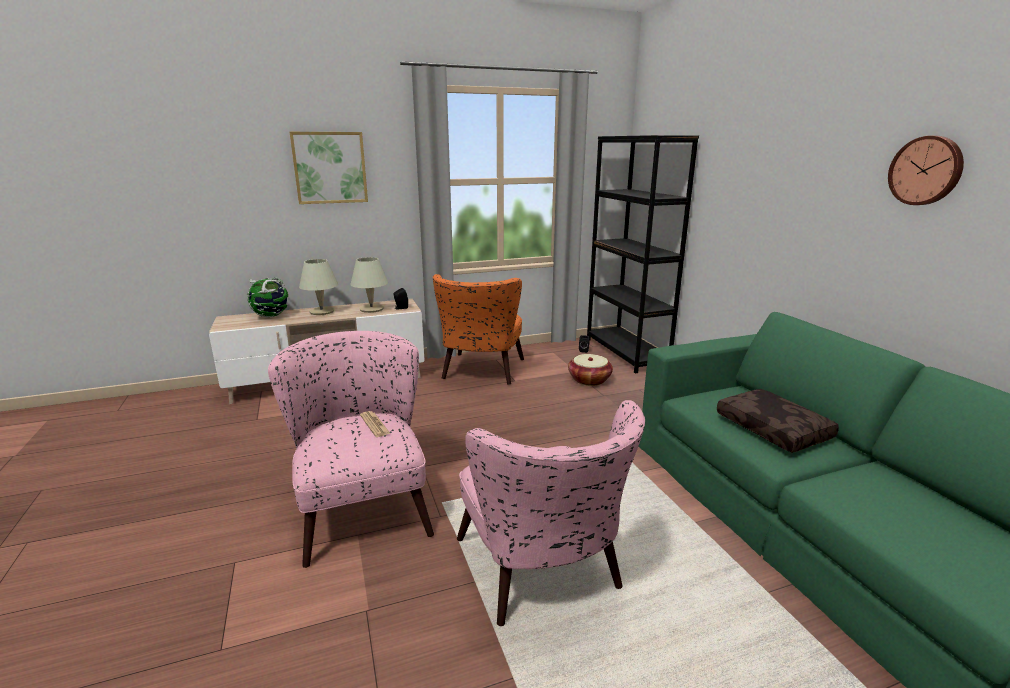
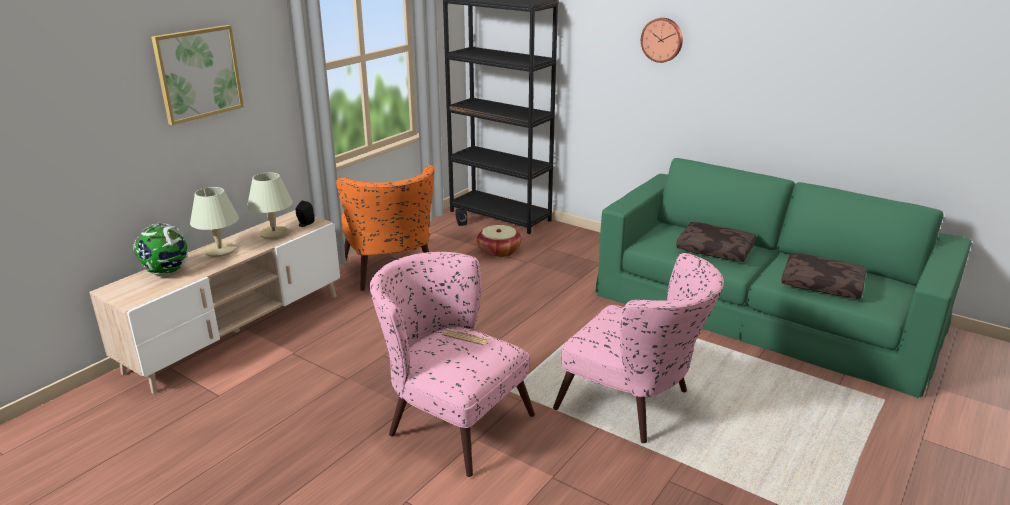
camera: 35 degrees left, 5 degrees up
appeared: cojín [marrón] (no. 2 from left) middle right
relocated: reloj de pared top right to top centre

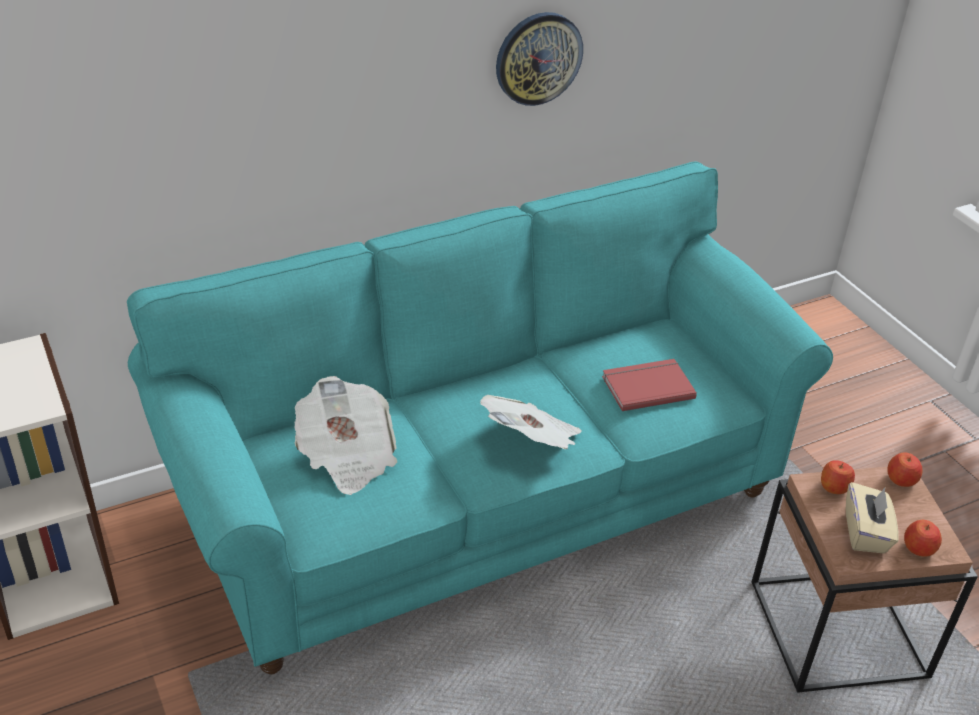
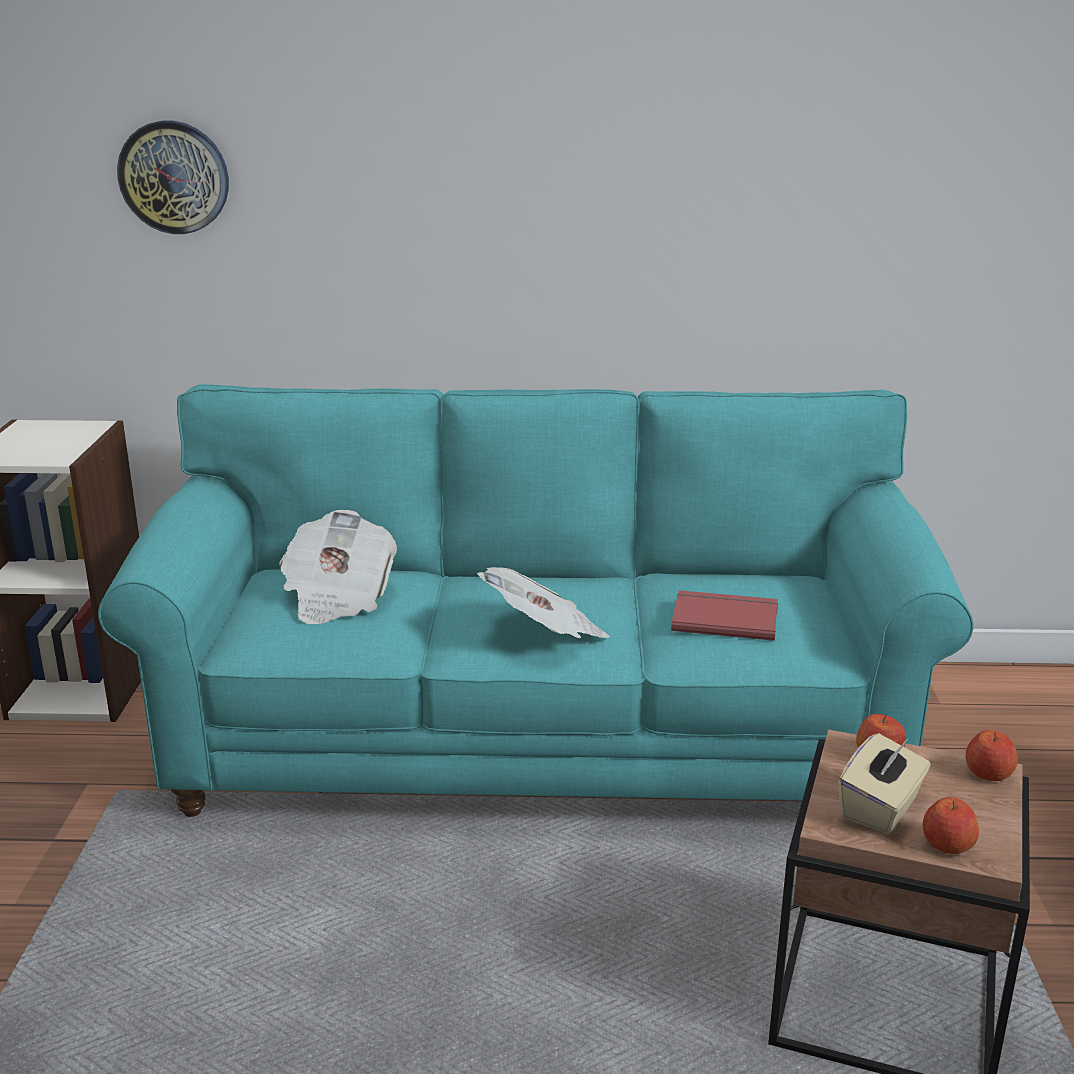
camera: 30 degrees right, 15 degrees down
relocated: reloj de pared top centre to top left

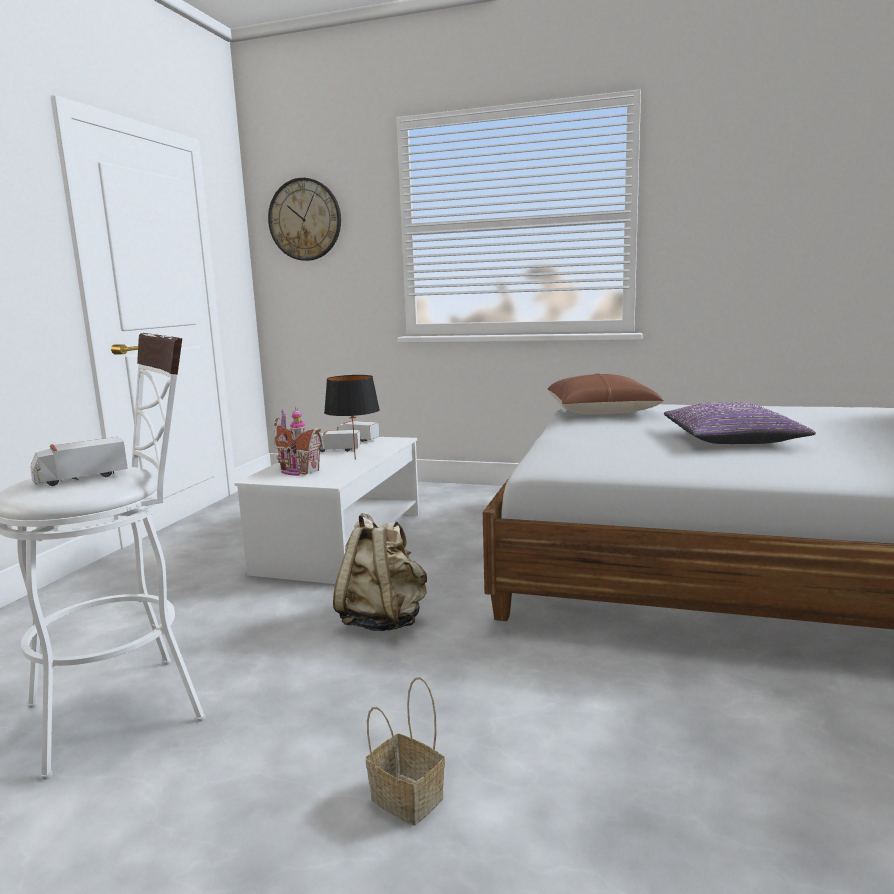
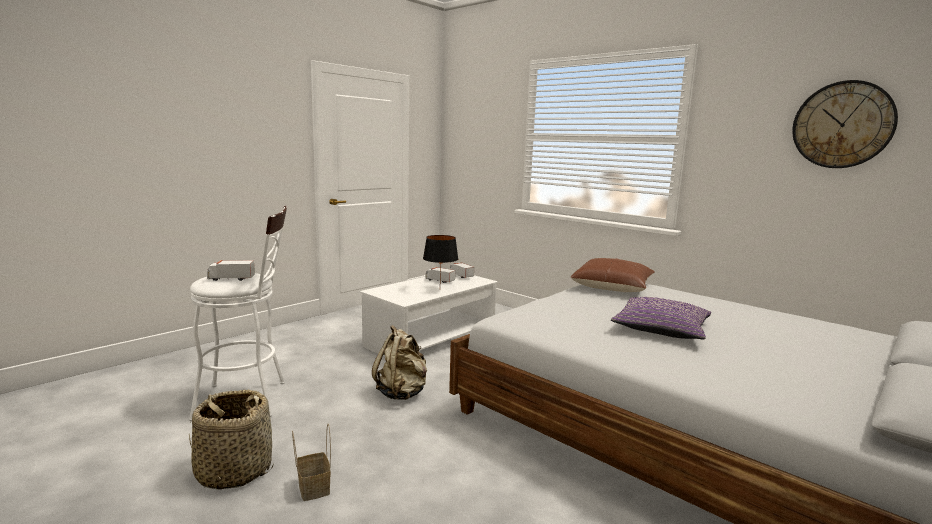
camera: 25 degrees right, 0 degrees up
missing: casita centre
appeared: cesta (no. 1 from left) bottom left
relocated: reloj de pared top centre to top right

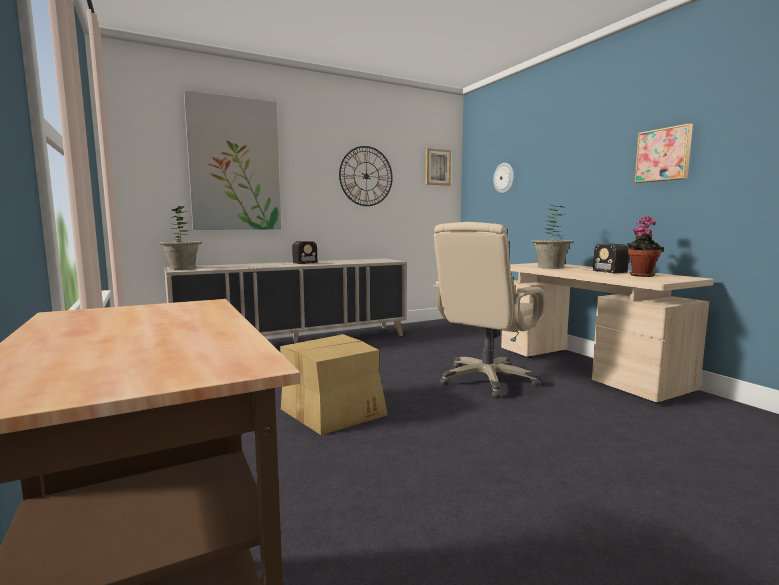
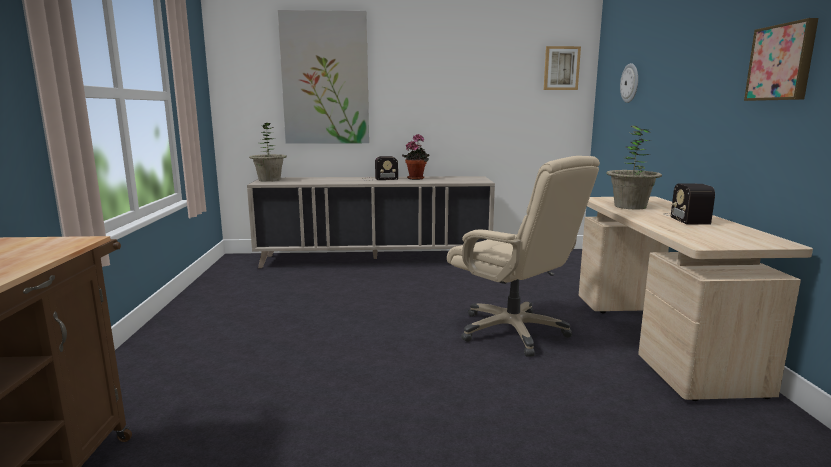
camera: 25 degrees right, 5 degrees up
missing: caja de cartón centre; reloj de pared (no. 1 from left) top centre
relocated: planta en maceta (no. 3 from left in the first image) middle right to planta en maceta (no. 2 from left) centre
spun: silla de oficina [beis] centre = centre 105 degrees counterclockwise

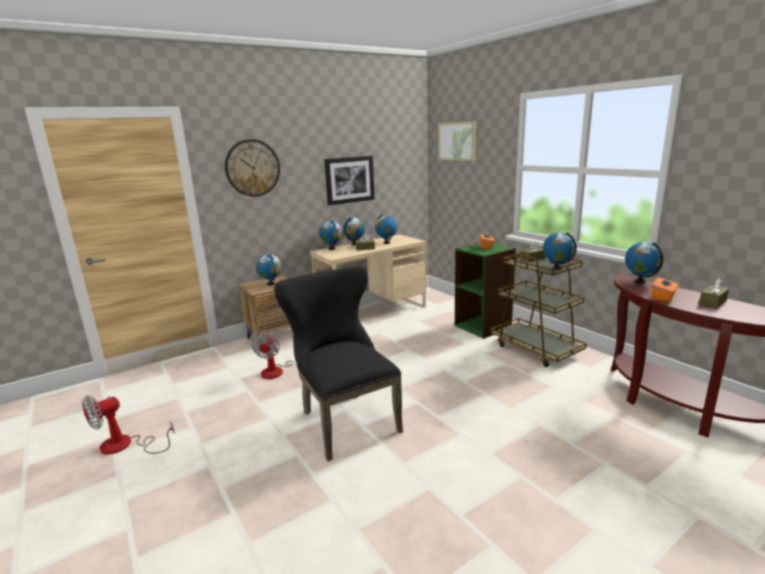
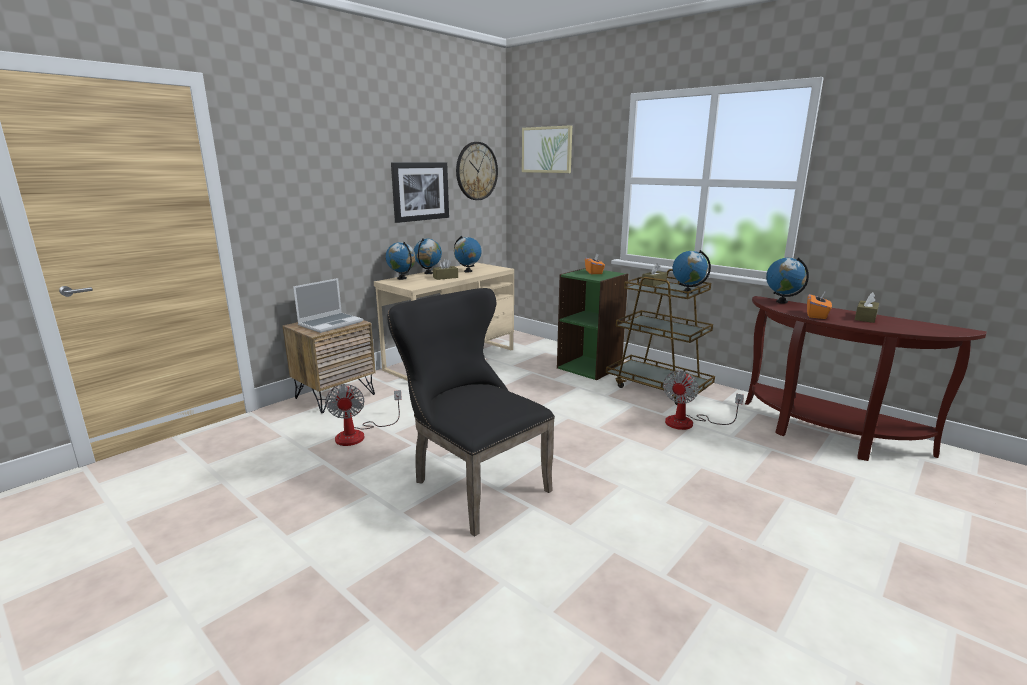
camera: 15 degrees left, 0 degrees up
relocated: reloj de pared top left to top centre; ventilador (no. 1 from left in the first image) bottom left to ventilador (no. 2 from left) middle right
exchanged: globo terráqueo (no. 1 from left) centre to portátil middle left

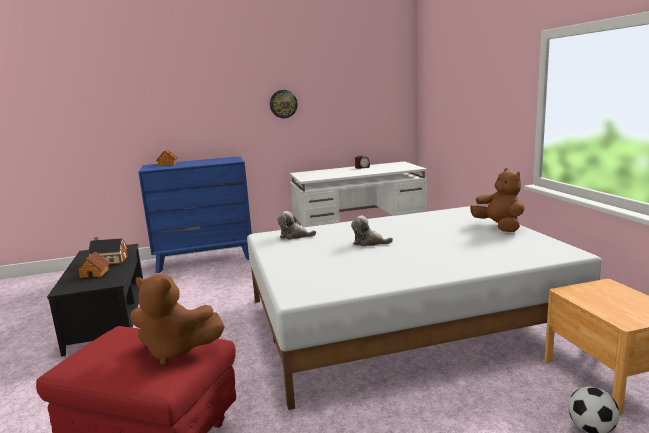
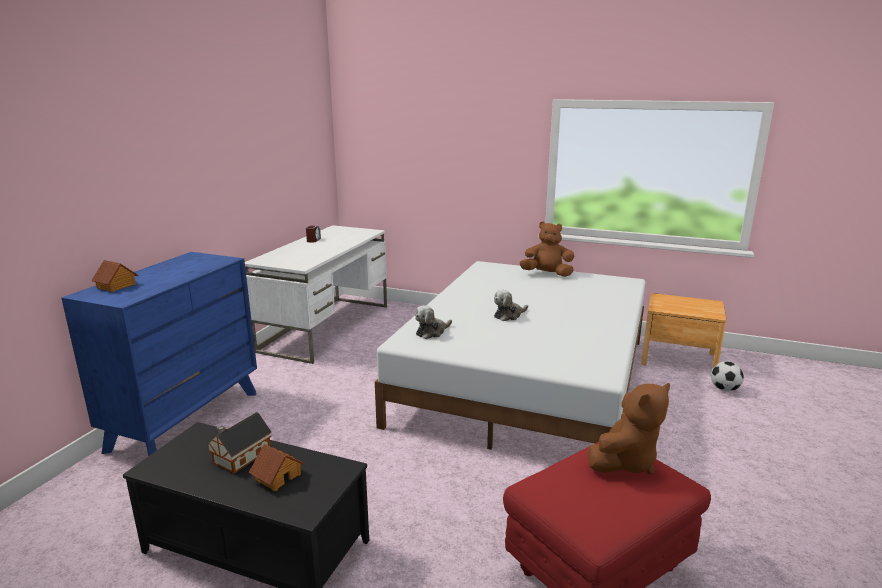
camera: 55 degrees left, 5 degrees up
missing: reloj de pared top centre

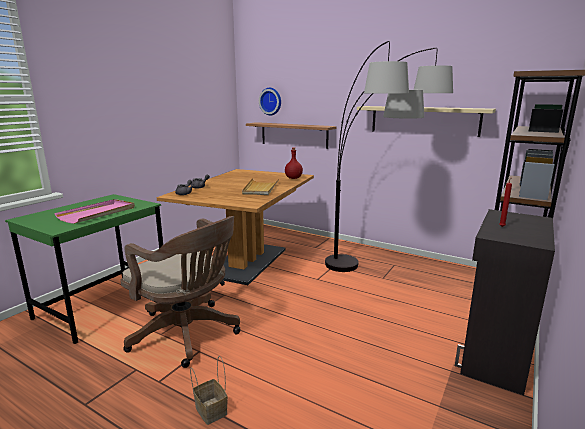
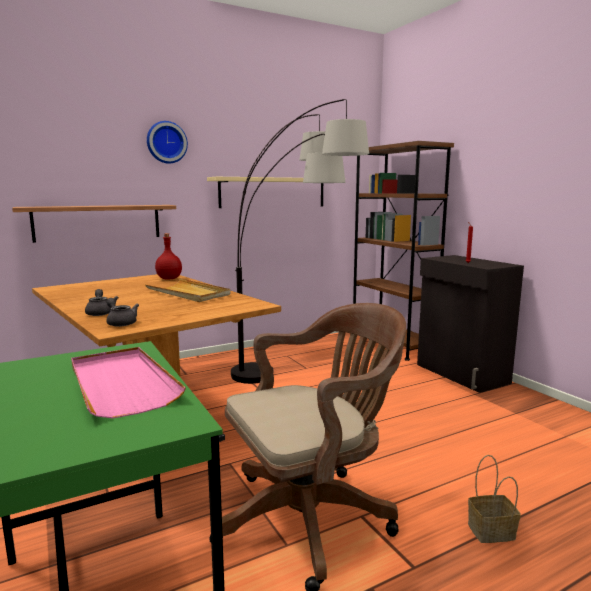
camera: 60 degrees left, 5 degrees down
relocated: reloj de pared top centre to top left

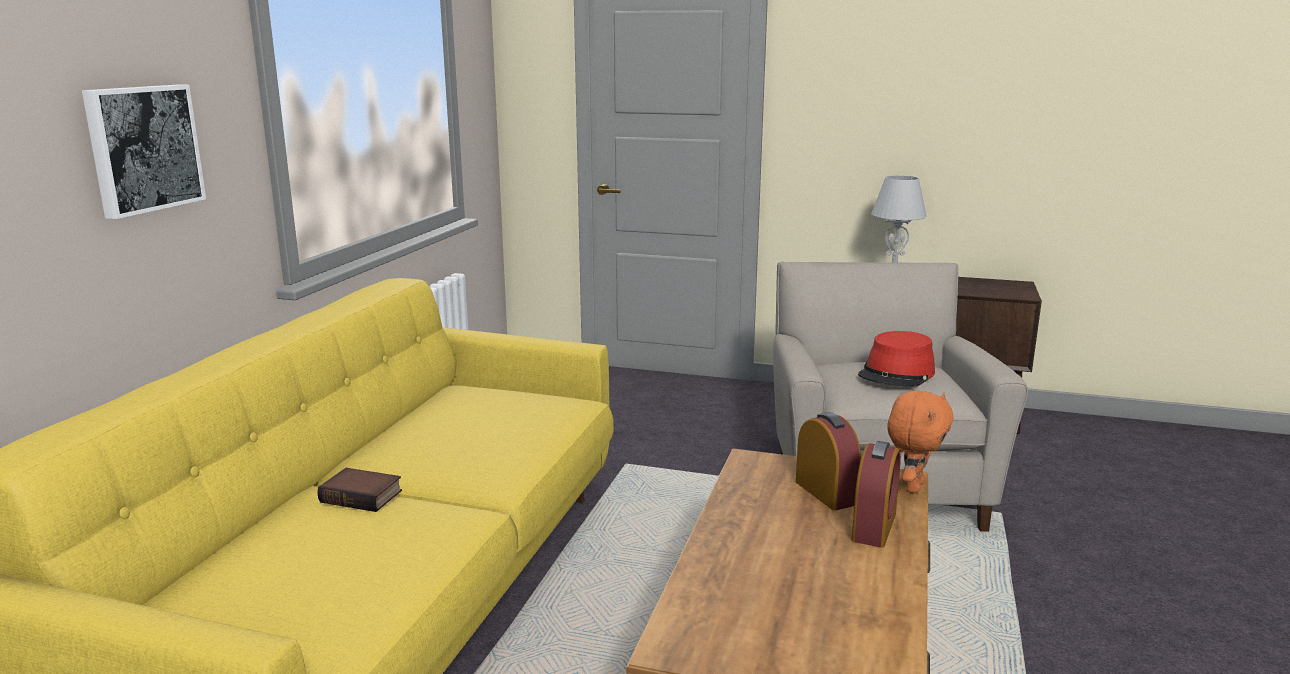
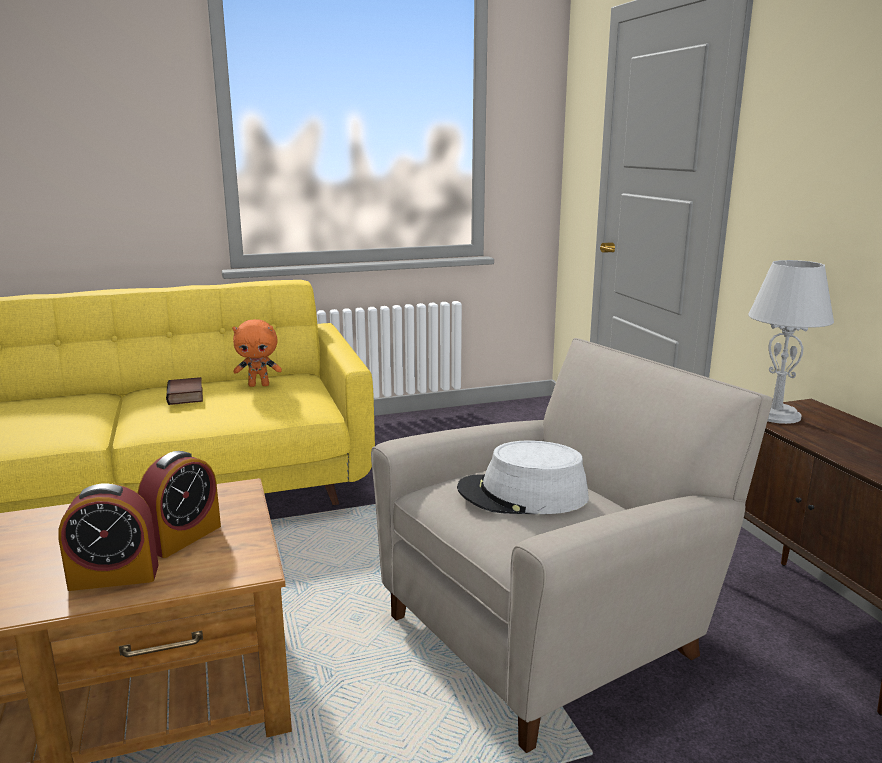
camera: 55 degrees right, 0 degrees up
missing: cuadro top left
relocated: libro bottom left to middle left; peluche [naranja] middle right to middle left
colour: sombrero [rojo] middle right to sombrero [gris] centre

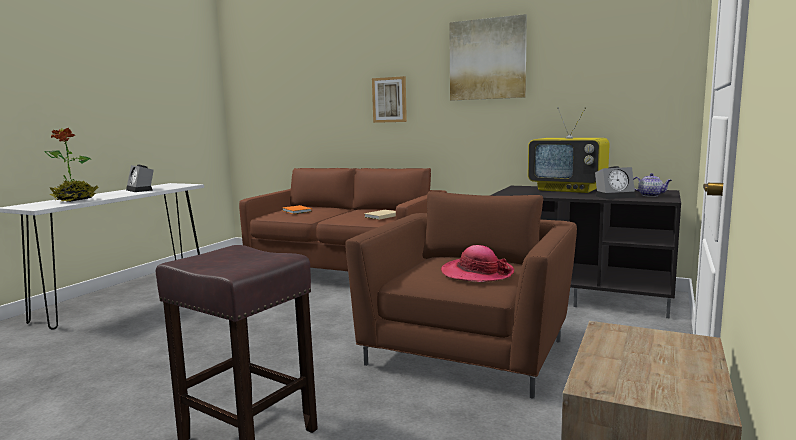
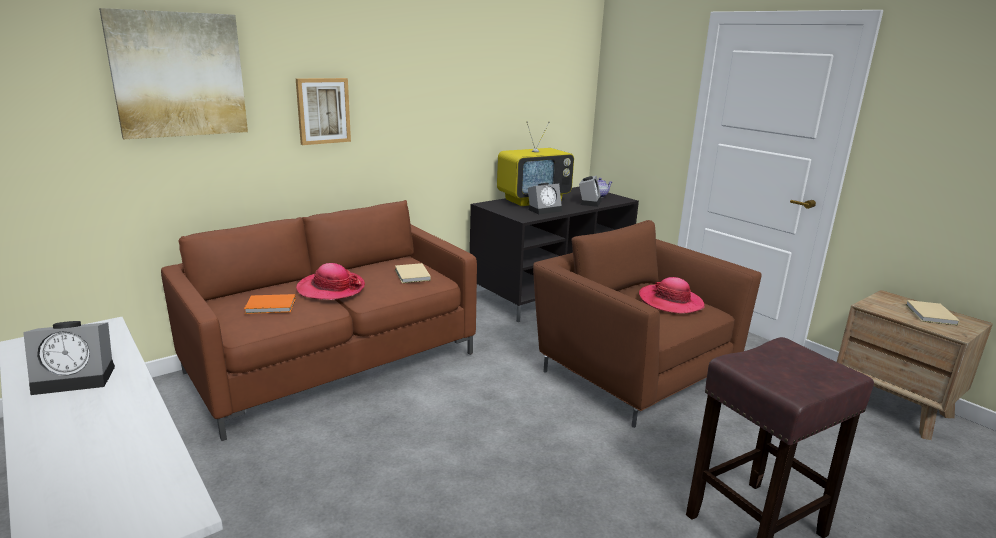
camera: 65 degrees left, 10 degrees up
missing: planta en maceta middle left
appeared: sombrero (no. 1 from left) middle left; despertador (no. 2 from left) centre; libro [beis] (no. 2 from left) middle right
relocated: cuadro (no. 2 from left in the first image) top centre to cuadro (no. 1 from left) top left

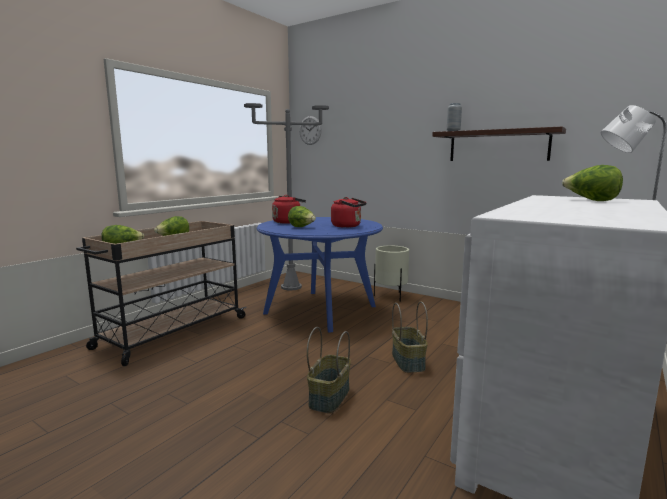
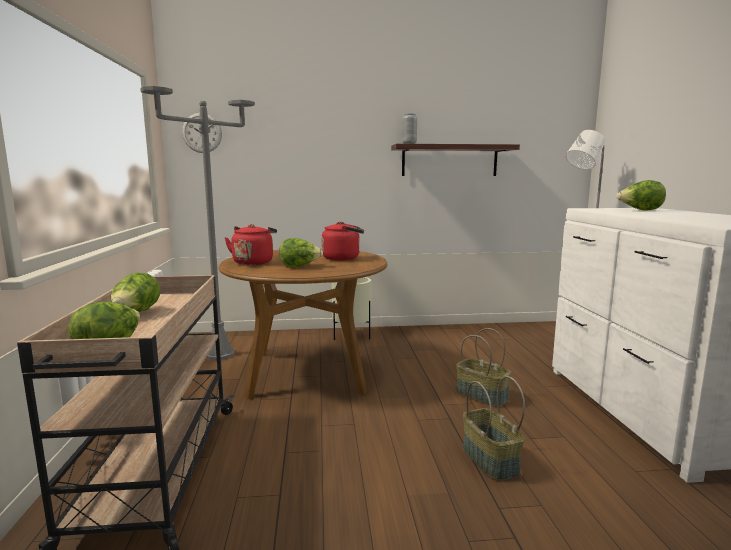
camera: 40 degrees left, 0 degrees up
colour: mesa de comedor [azul] centre to mesa de comedor [marrón] centre

